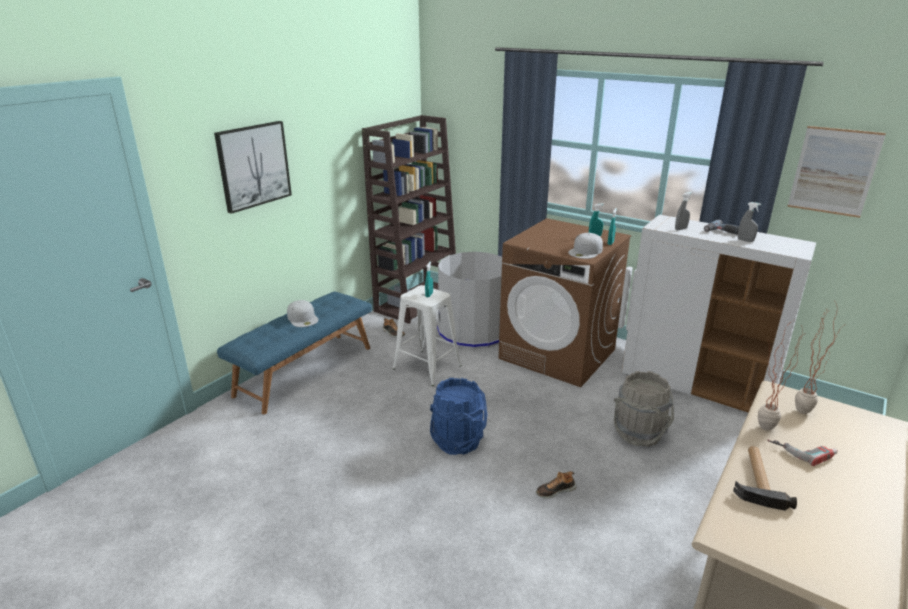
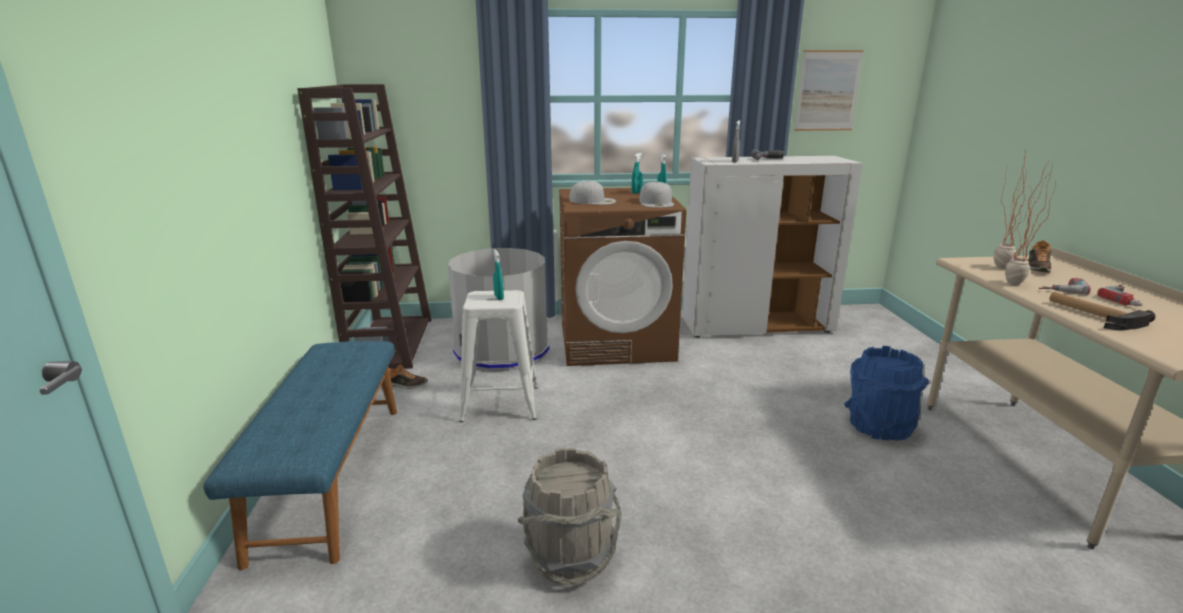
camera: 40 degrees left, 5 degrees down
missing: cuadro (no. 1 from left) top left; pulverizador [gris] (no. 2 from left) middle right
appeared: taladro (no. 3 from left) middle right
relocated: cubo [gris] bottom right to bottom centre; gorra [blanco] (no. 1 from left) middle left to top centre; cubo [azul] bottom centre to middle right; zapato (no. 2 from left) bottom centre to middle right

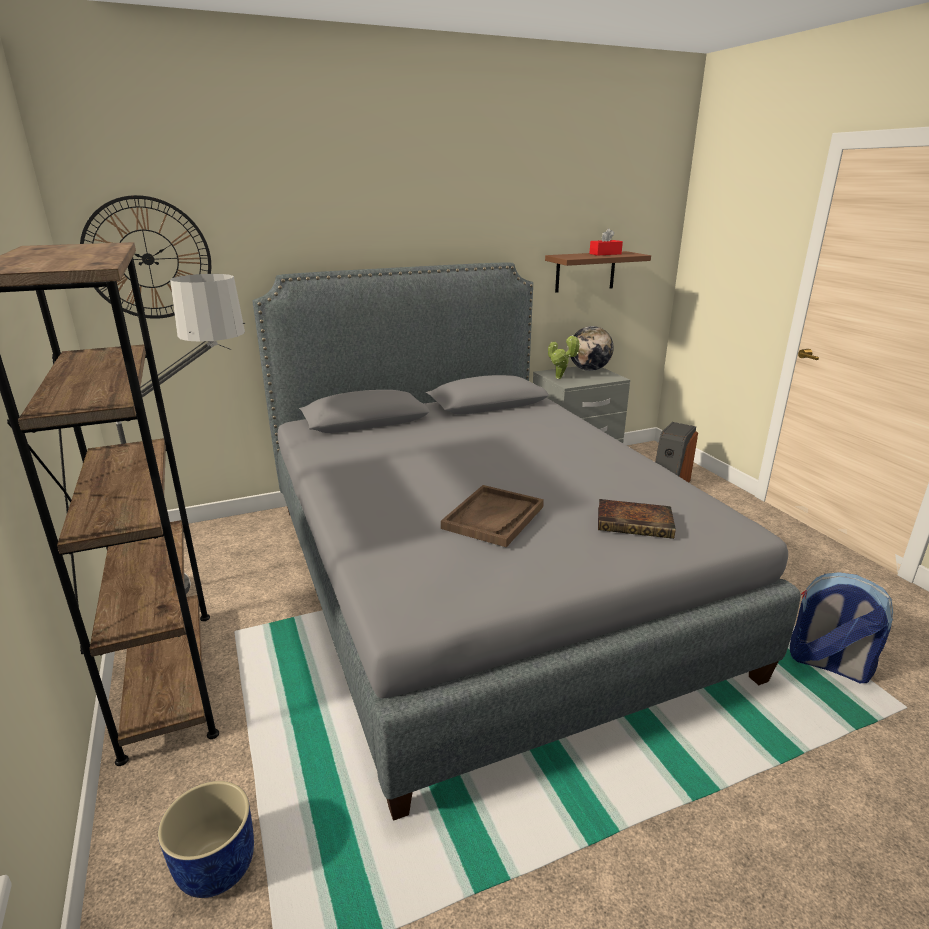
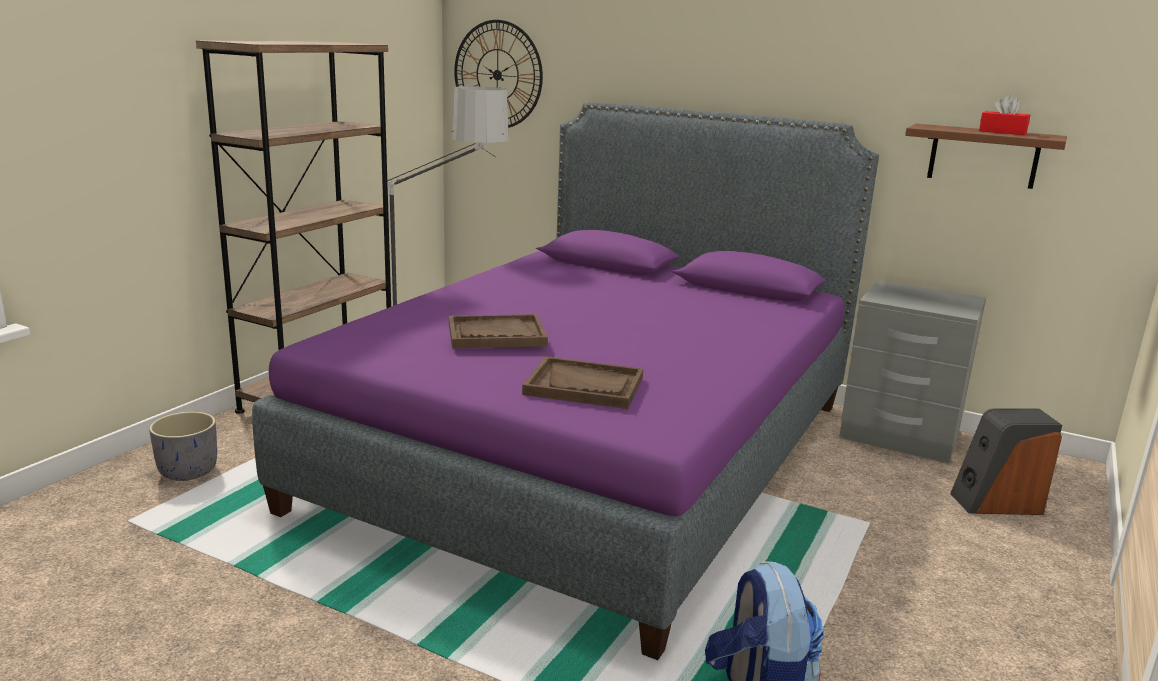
camera: 50 degrees right, 5 degrees down
missing: planta en maceta centre; globo terráqueo centre
exchanged: libro middle right to bandeja [marrón] (no. 2 from left) centre
colour: maceta [azul] bottom left to maceta [gris] middle left; cama [gris] centre to cama [morado] centre

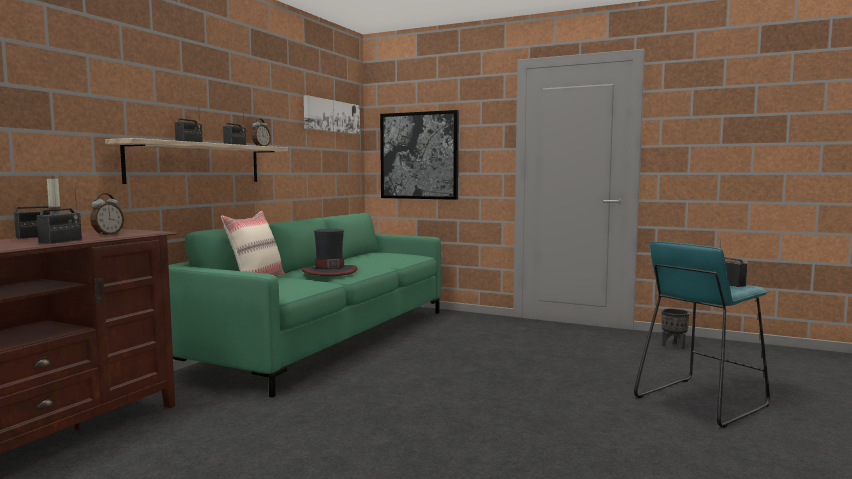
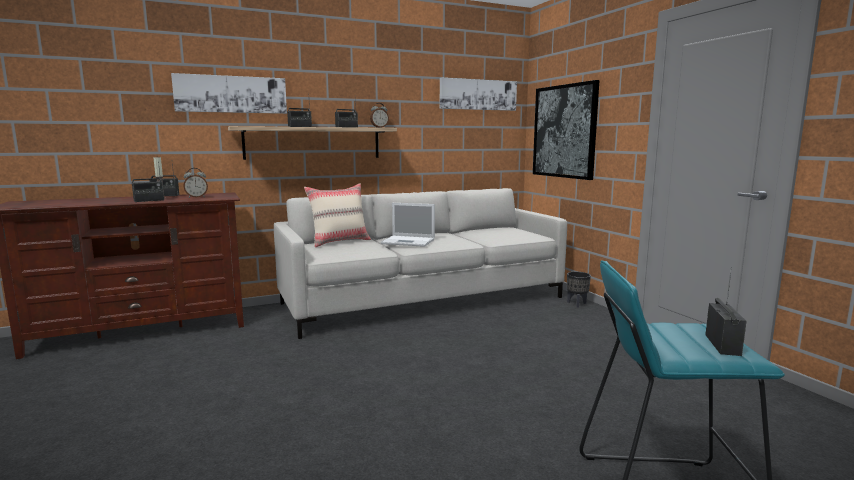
camera: 40 degrees right, 5 degrees up
appeared: cuadro (no. 1 from left) top left
relocated: maceta [negro] bottom right to middle right
exchanged: sombrero centre to portátil centre
colour: sofá [verde] centre to sofá [gris] centre

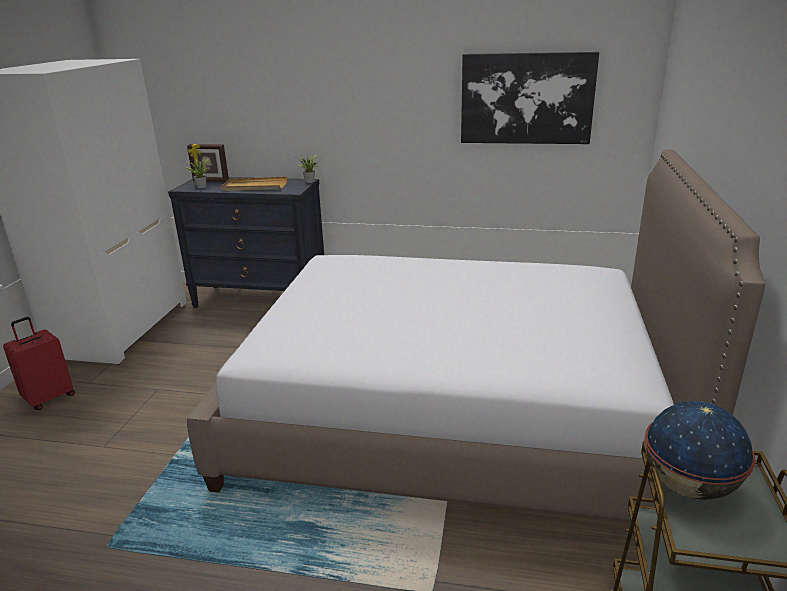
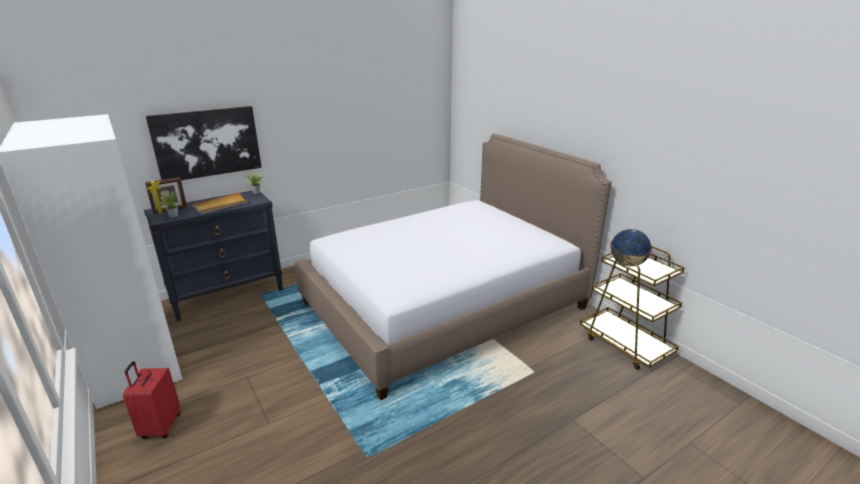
camera: 45 degrees left, 0 degrees up
relocated: cuadro top right to top left

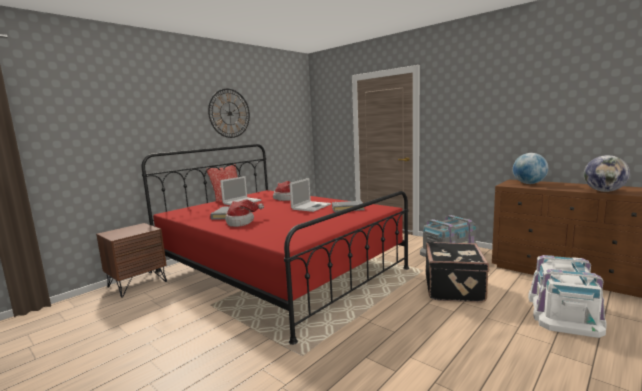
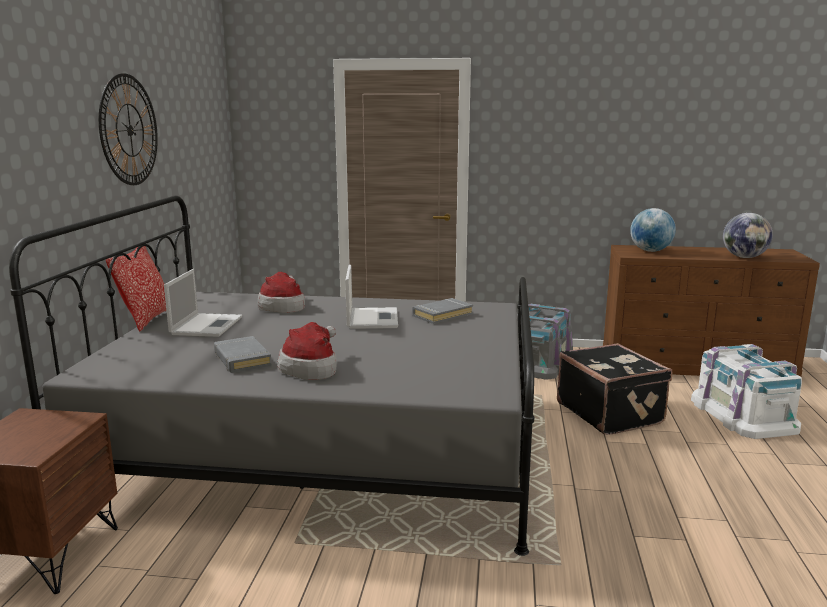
camera: 35 degrees left, 5 degrees up
colour: cama [rojo] centre to cama [gris] middle left

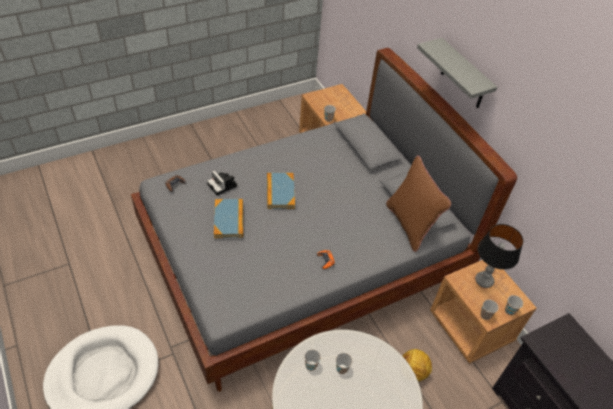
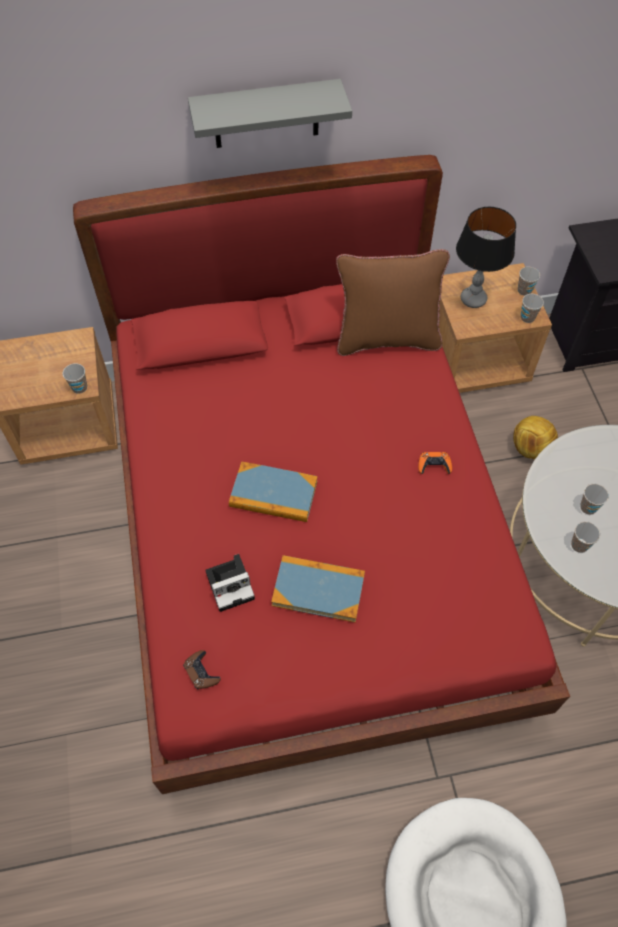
camera: 70 degrees left, 10 degrees up
colour: cama [gris] centre to cama [rojo] centre

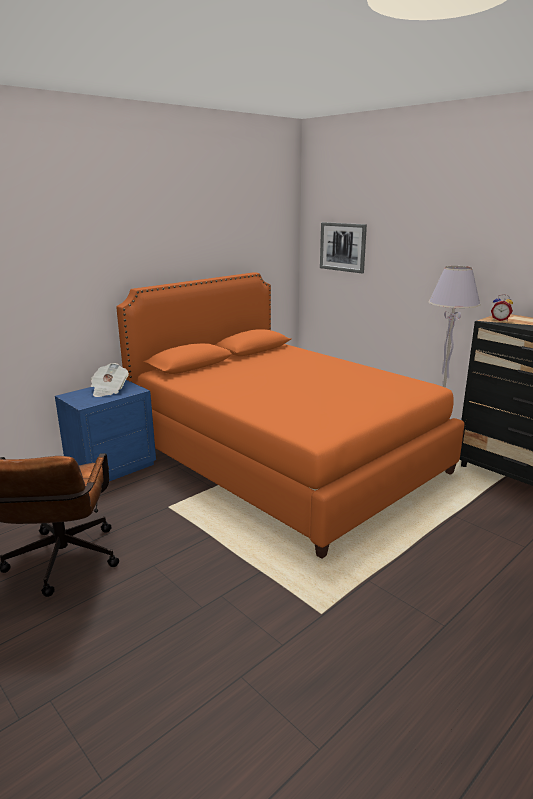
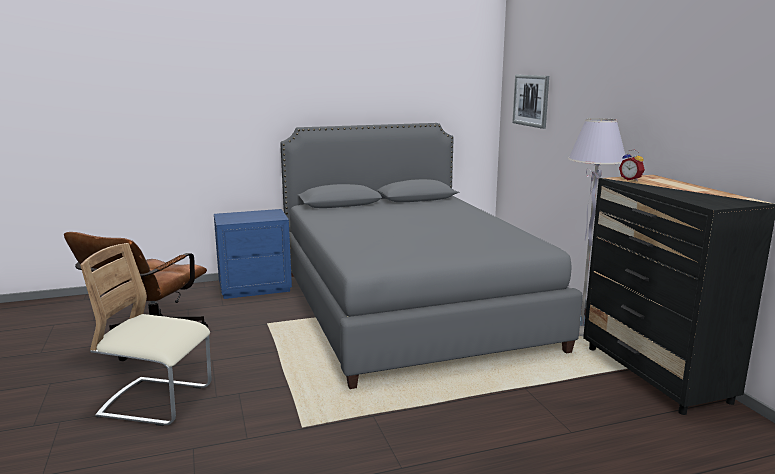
camera: 25 degrees right, 5 degrees down
missing: periódico middle left
appeared: silla [beis] bottom left
colour: cama [naranja] centre to cama [gris] centre

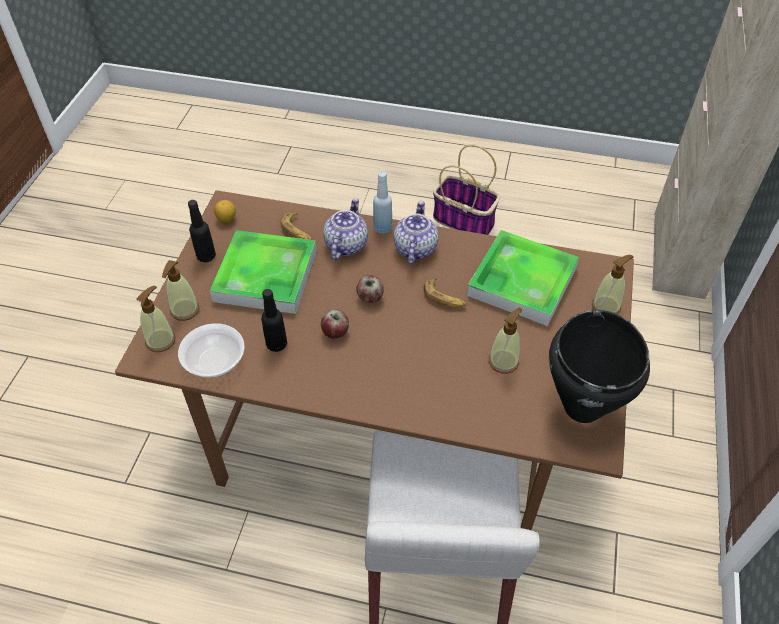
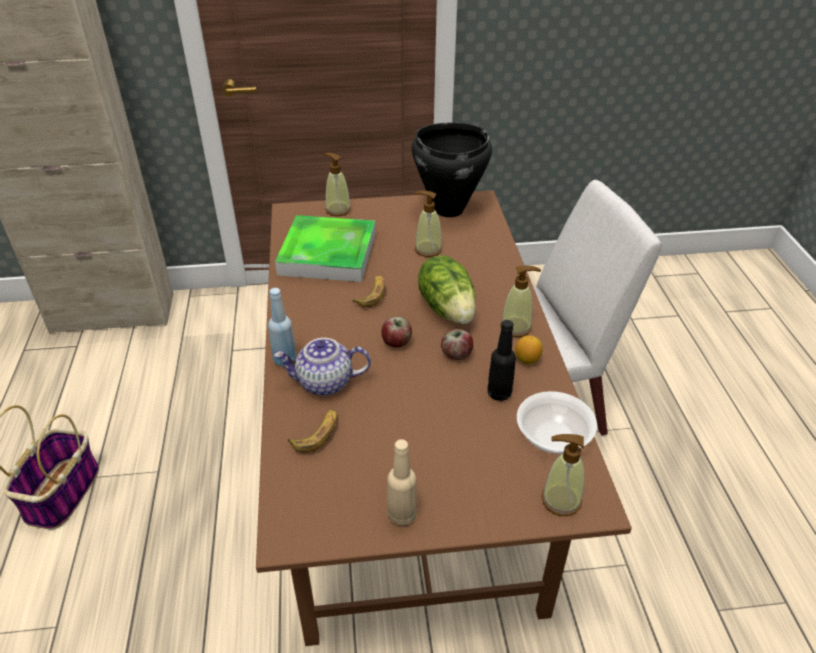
camera: 110 degrees left, 10 degrees down
missing: bandeja (no. 1 from left) centre; tetera (no. 2 from left) centre
appeared: lechuga centre
relocated: dispensador de jabón (no. 2 from left in the first image) middle left to dispensador de jabón (no. 3 from left) centre; limón middle left to centre
colour: botella [negro] (no. 1 from left) middle left to botella [beis] bottom centre

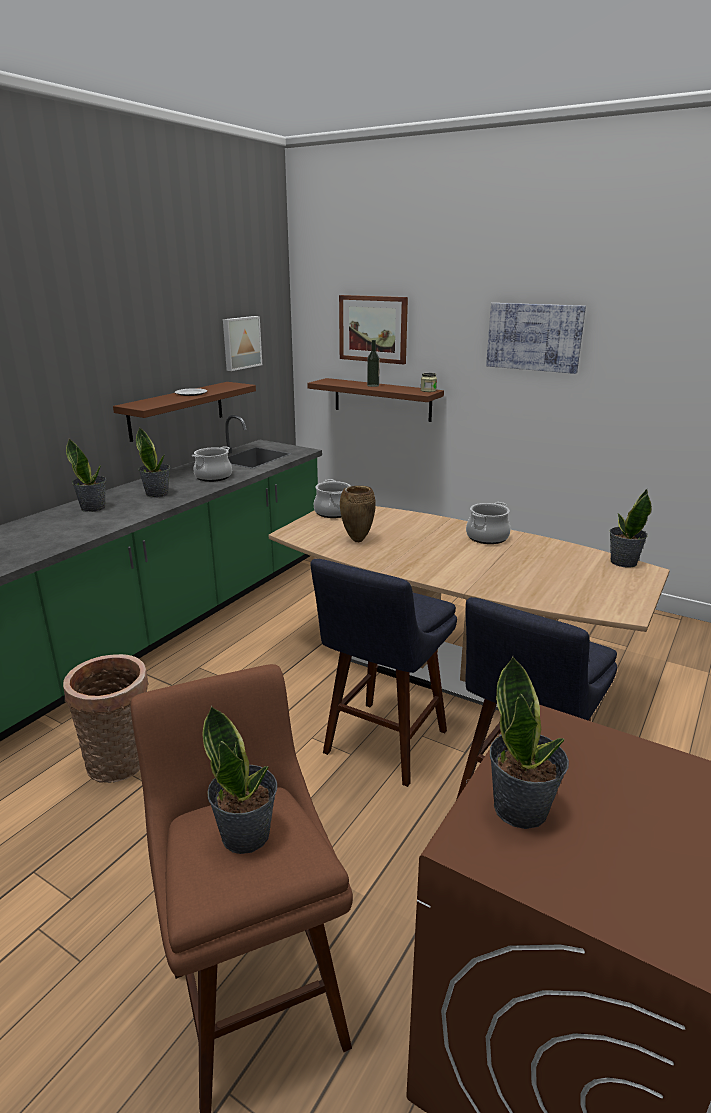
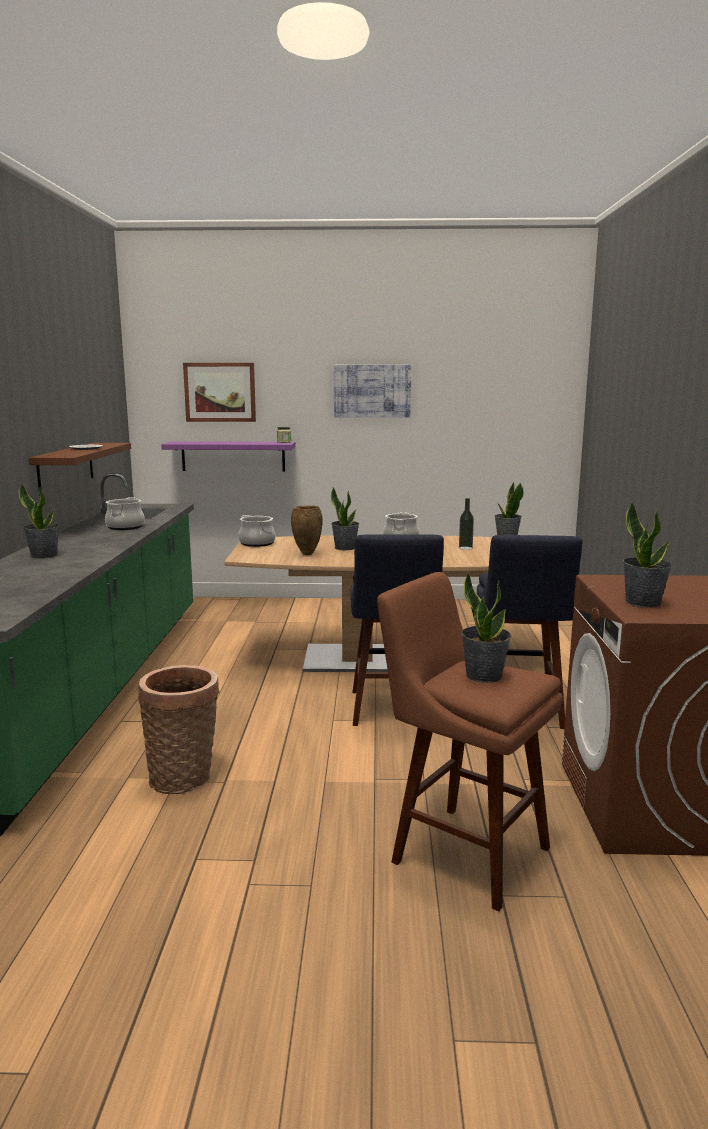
camera: 30 degrees left, 10 degrees down
missing: cuadro (no. 1 from left) top centre
relocated: planta en maceta (no. 2 from left) middle left to centre; botella top centre to centre
colour: estante [marrón] (no. 2 from left) centre to estante [morado] middle left

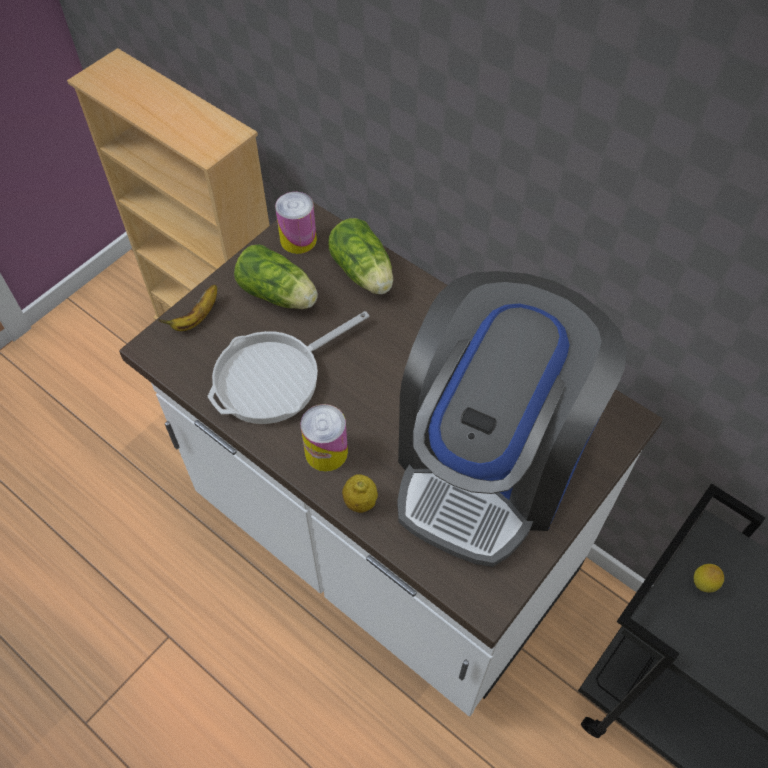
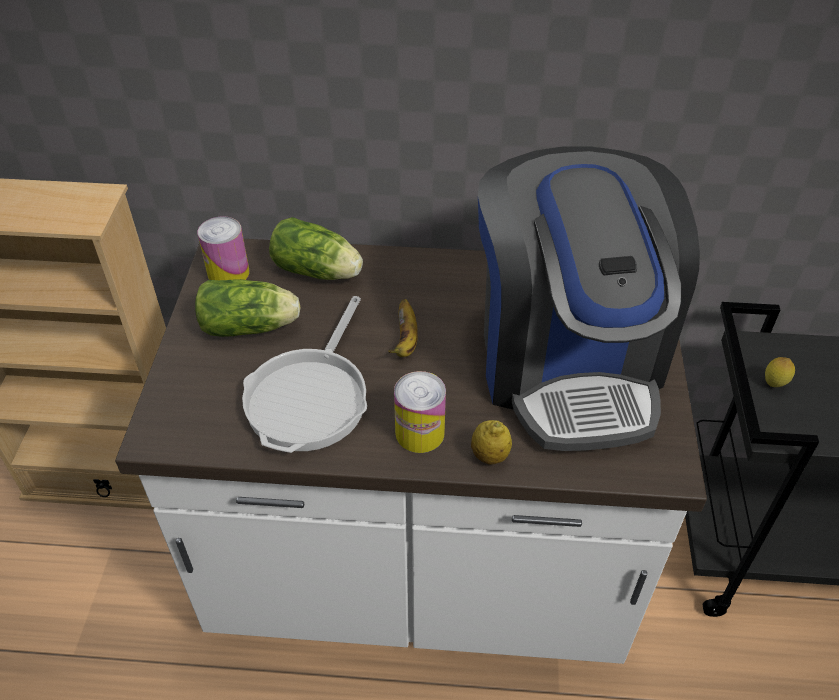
camera: 35 degrees left, 10 degrees down
relocated: plátano middle left to centre

